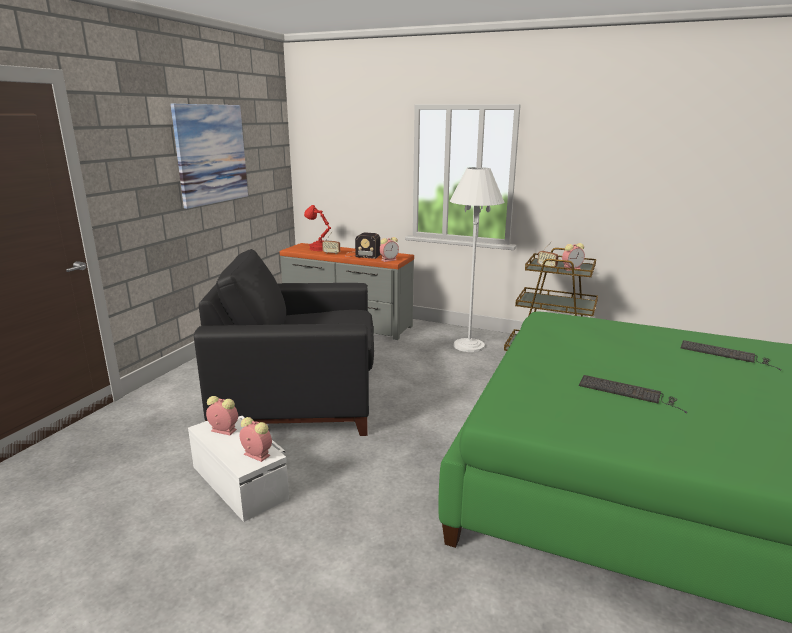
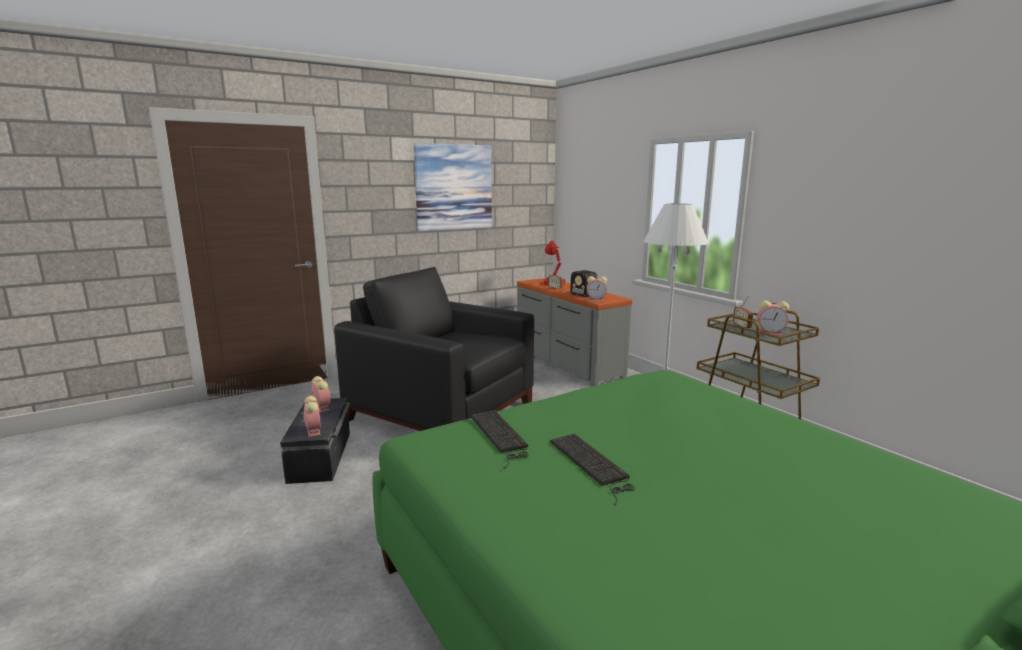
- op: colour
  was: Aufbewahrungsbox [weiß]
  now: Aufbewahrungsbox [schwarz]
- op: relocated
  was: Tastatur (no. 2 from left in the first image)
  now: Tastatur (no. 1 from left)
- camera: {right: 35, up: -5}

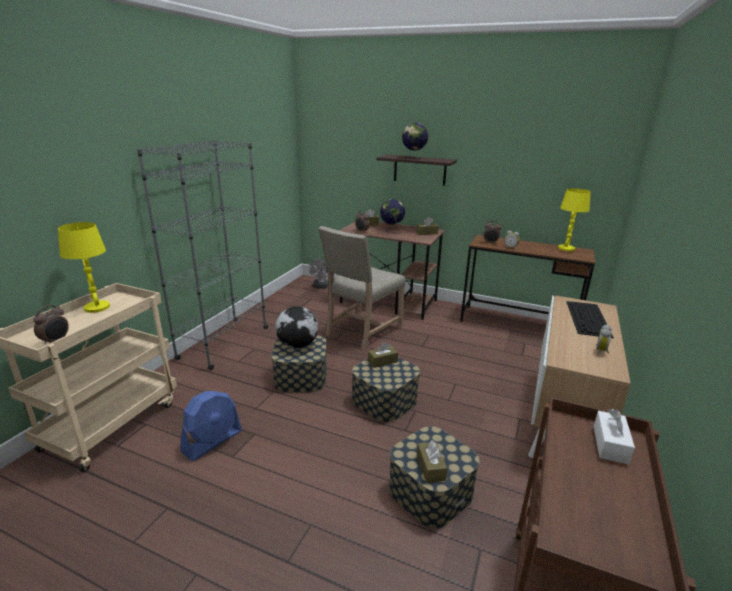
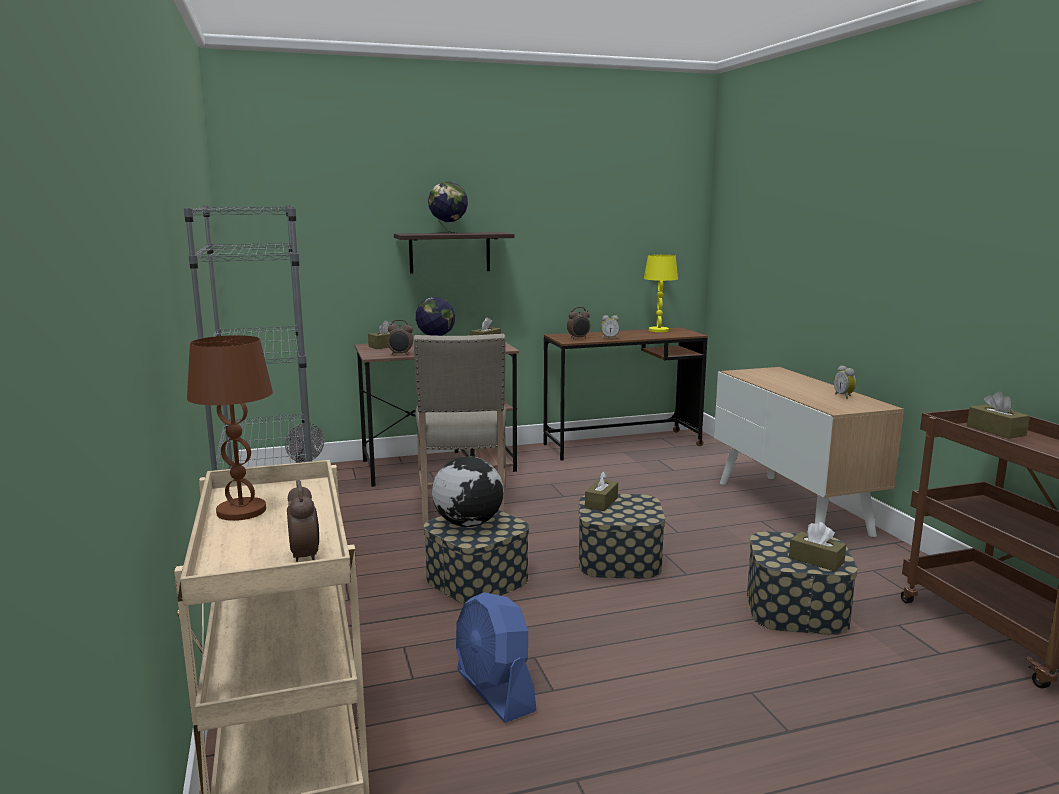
- op: colour
  was: Tischlampe [gelb] (no. 1 from left)
  now: Tischlampe [braun]
- op: spun
  was: Ventilator [blau]
  clockwise: 150
- op: missing
  was: Tastatur
- op: colour
  was: Taschentuchbox [weiß]
  now: Taschentuchbox [braun] (no. 5 from left)
- camera: {right: -40, up: -10}

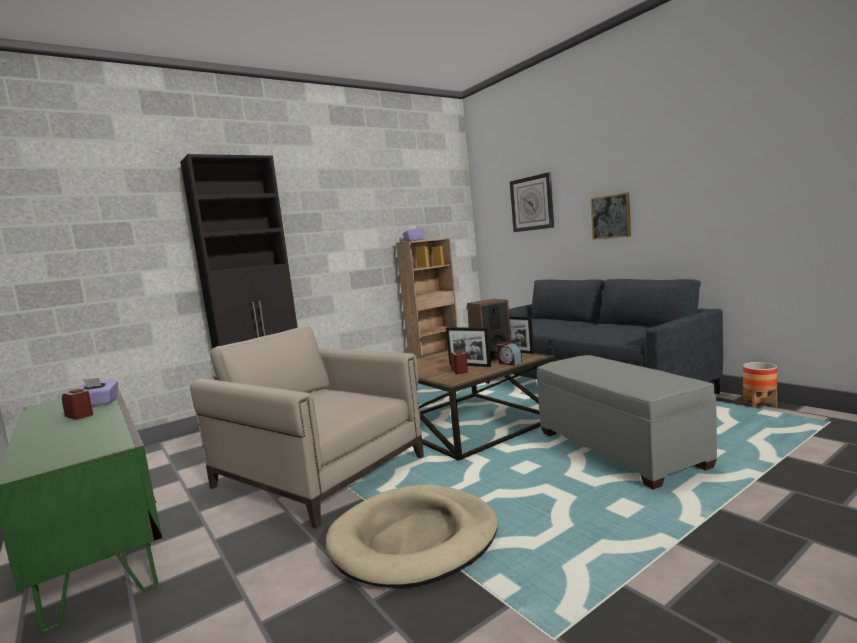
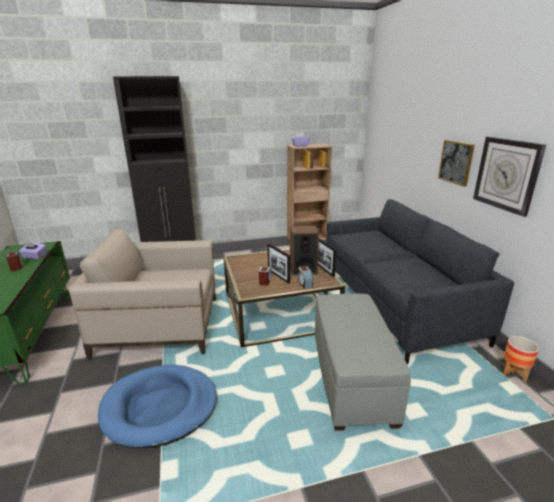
- op: spun
  was: Sessel [beige]
  clockwise: -60
- op: colour
  was: Hundebett [beige]
  now: Hundebett [blau]
- op: relocated
  was: Wanduhr
- camera: {right: 20, up: 15}

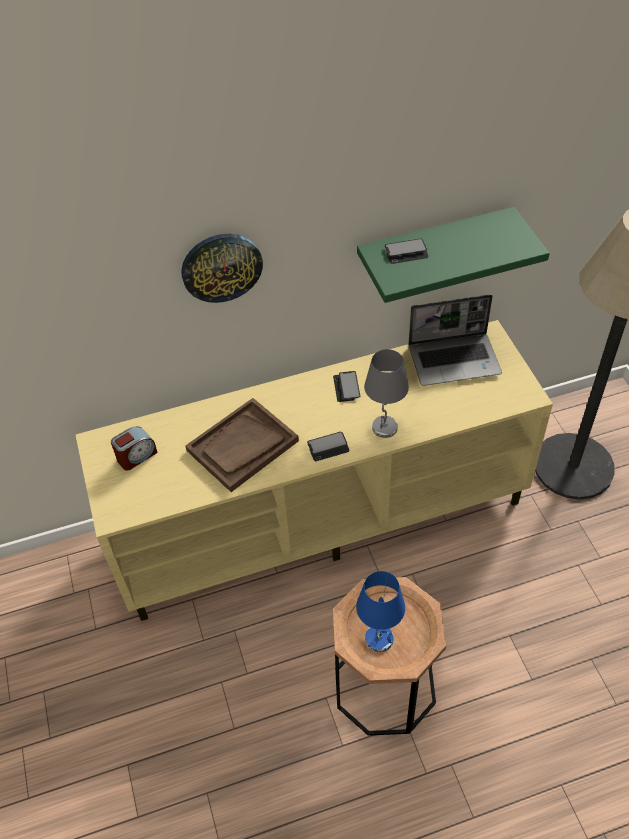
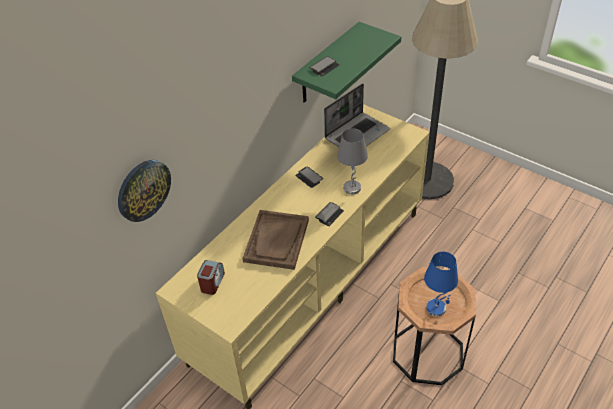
- op: relocated
  was: Wanduhr
- camera: {right: -35, up: -5}

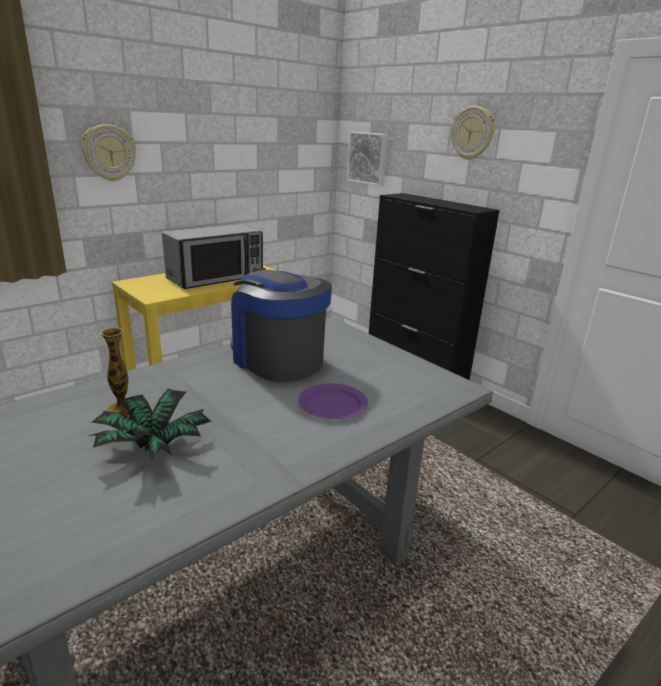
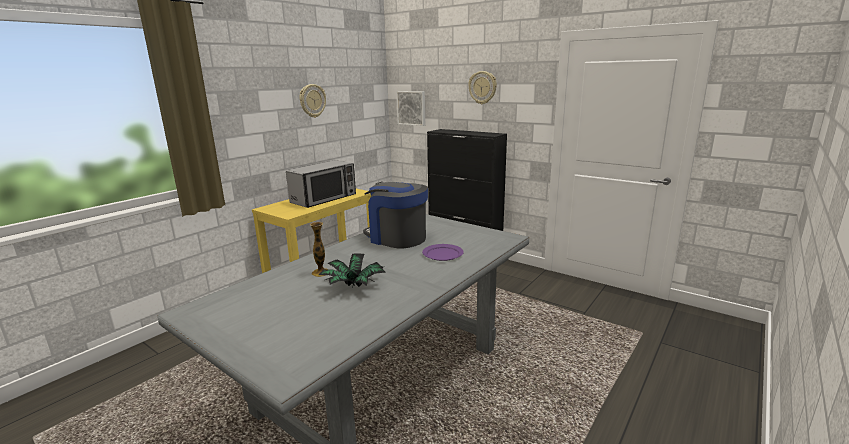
- op: relocated
  was: Wanduhr (no. 1 from left)
- camera: {right: -10, up: -5}

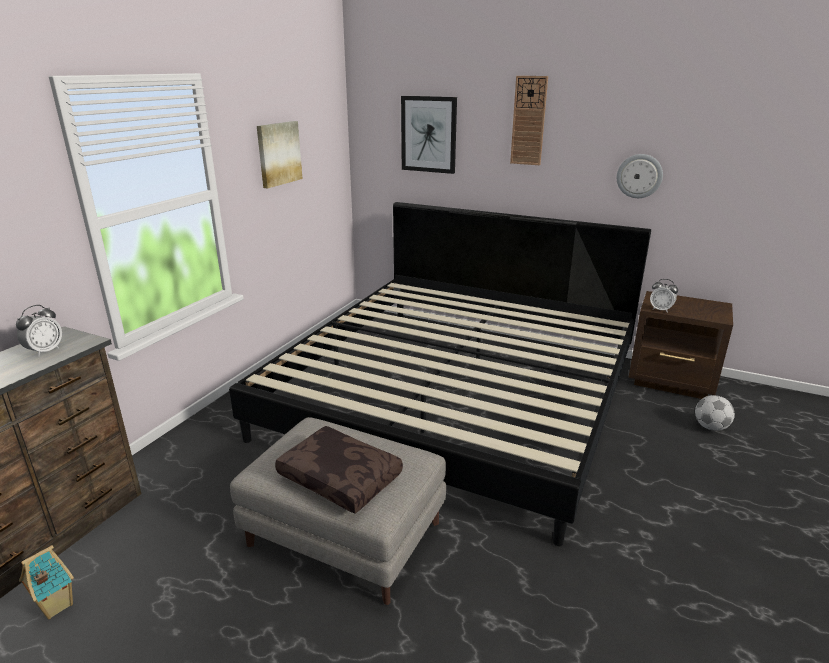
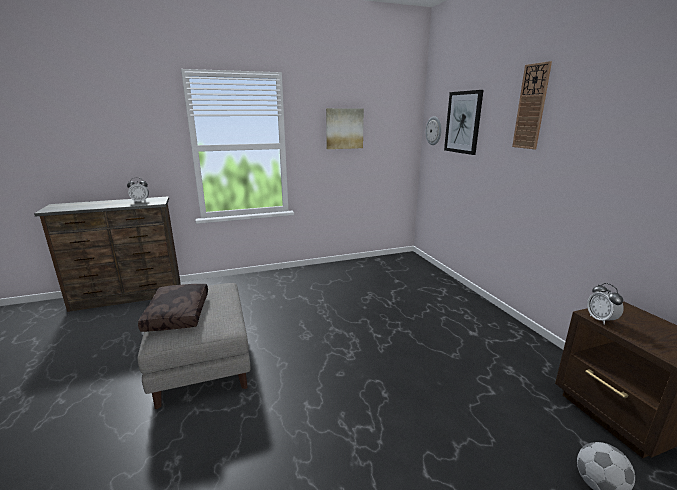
- op: missing
  was: Spielzeughaus
- op: missing
  was: Bett
- op: relocated
  was: Wanduhr (no. 2 from left in the first image)
  now: Wanduhr (no. 1 from left)
- camera: {right: 45, up: -5}

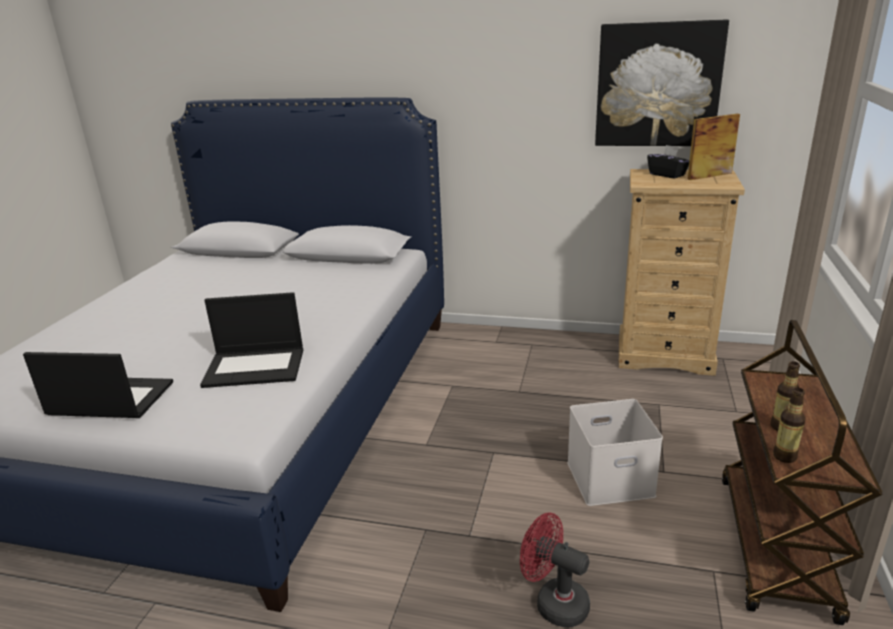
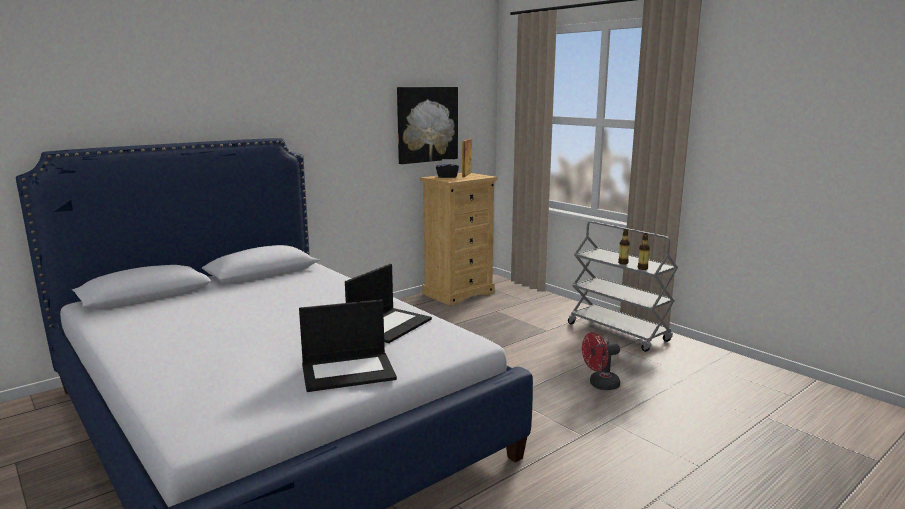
- op: spun
  was: Laptop (no. 1 from left)
  clockwise: -150
- op: missing
  was: Aufbewahrungsbox [weiß]
- op: colour
  was: Rollwagen [braun]
  now: Rollwagen [grau]
- camera: {right: -55, up: -10}

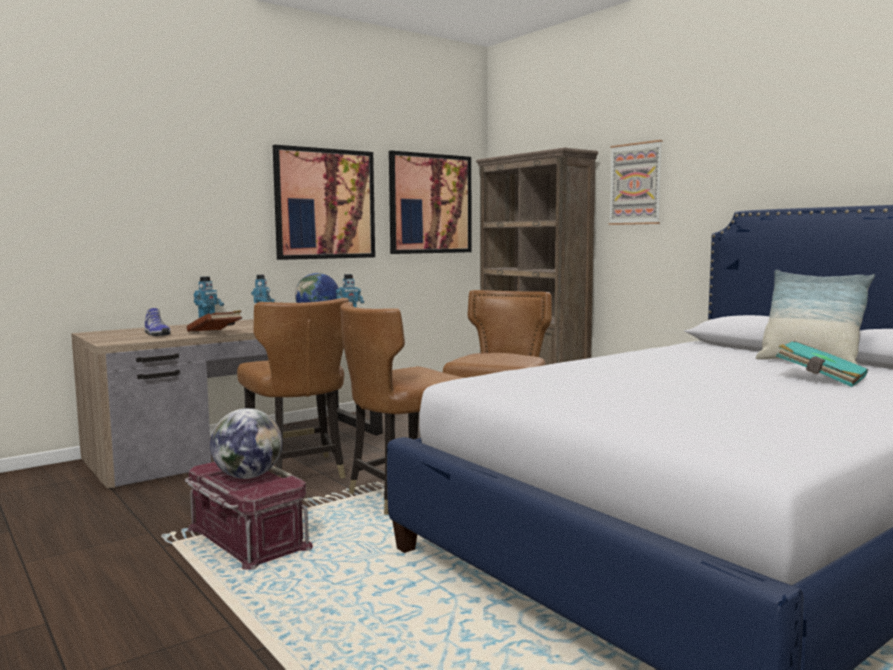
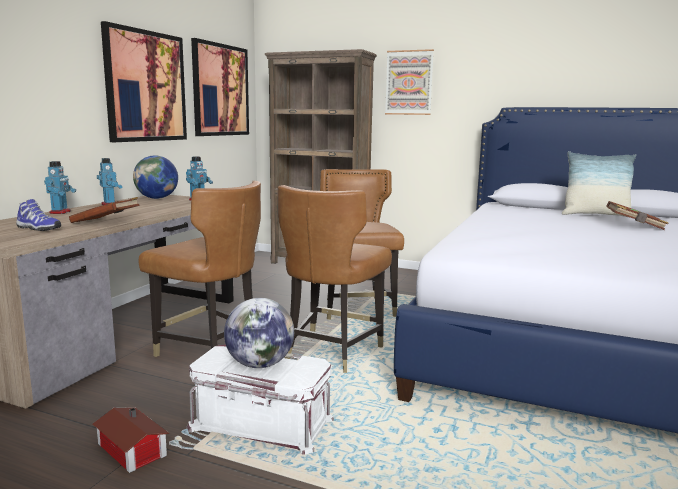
- op: colour
  was: Aufbewahrungsbox [rot]
  now: Aufbewahrungsbox [weiß]
- op: colour
  was: Buch [türkis]
  now: Buch [braun] (no. 2 from left)
- op: appeared
  now: Spielzeughaus
- camera: {right: -30, up: 5}

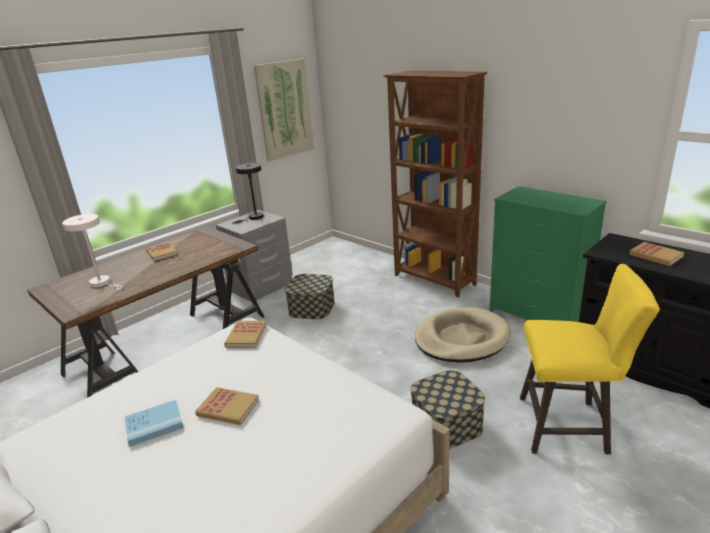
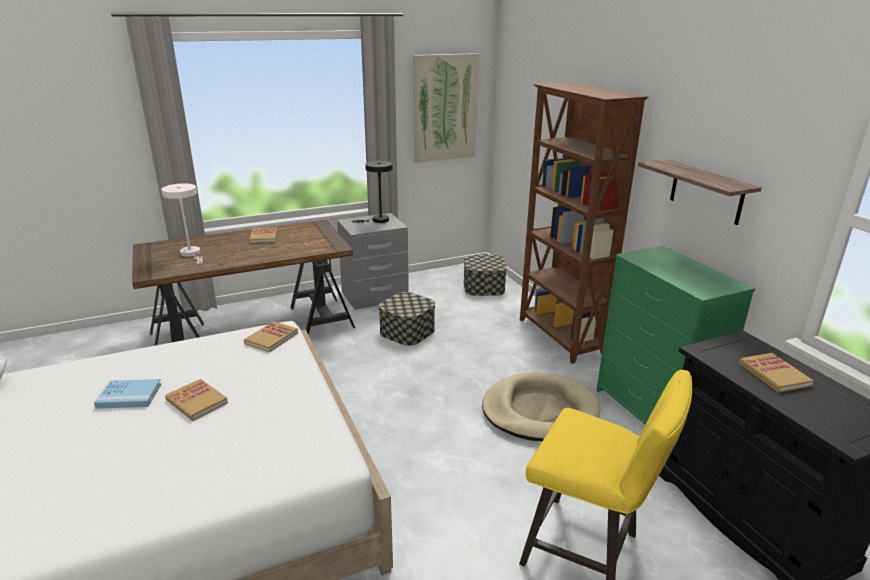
- op: relocated
  was: Aufbewahrungsbox (no. 2 from left)
- op: appeared
  now: Wandregal
- camera: {right: 20, up: 0}

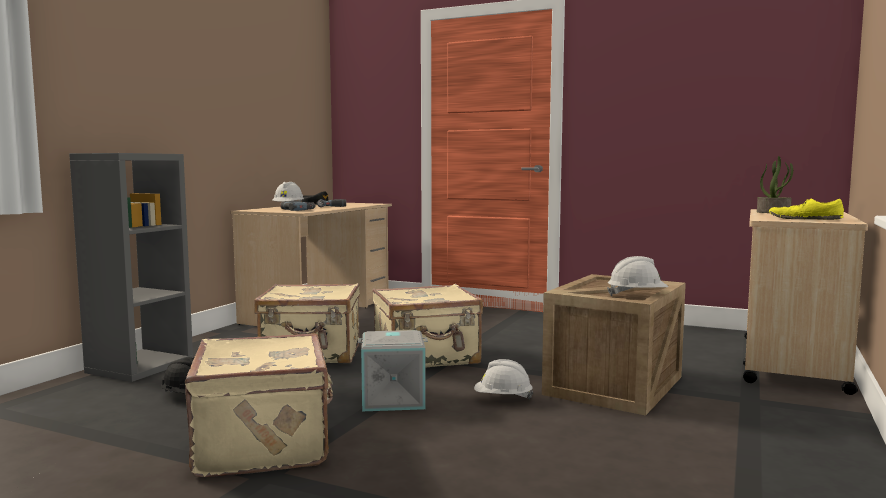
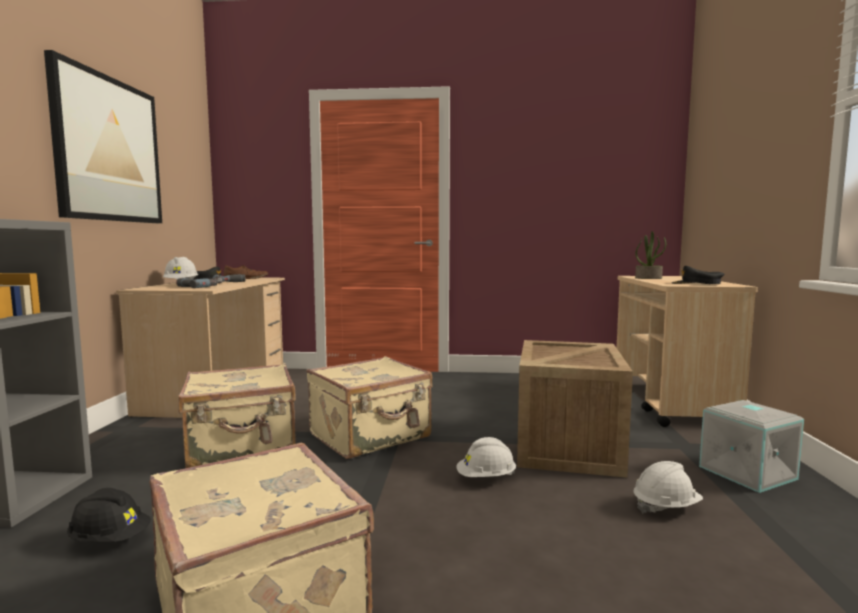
- op: relocated
  was: Aufbewahrungsbox [grau]
- op: relocated
  was: Schutzhelm [weiß] (no. 3 from left)
- op: exchanged
  was: Schuh [gelb]
  now: Kappe [schwarz] (no. 2 from left)
- op: appeared
  now: Bild
- op: appeared
  now: Schuh [braun]
- camera: {right: -20, up: 0}

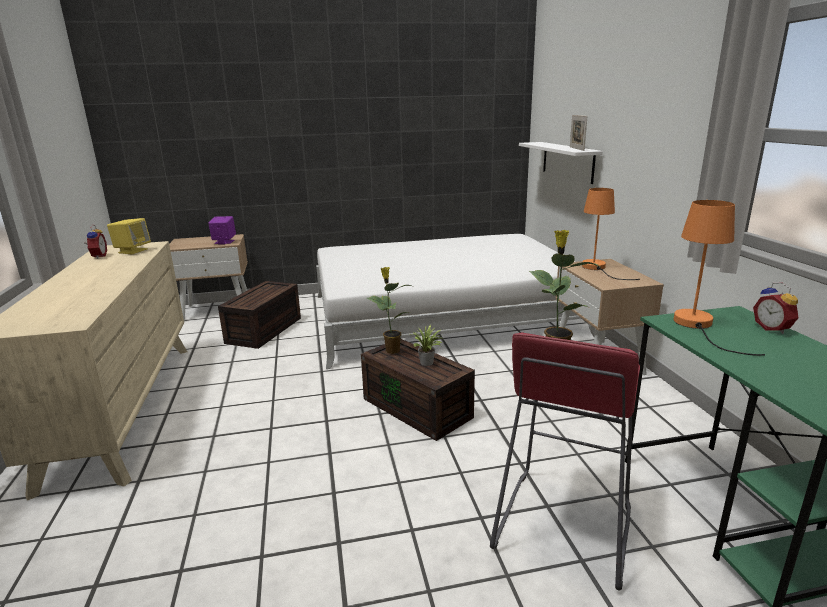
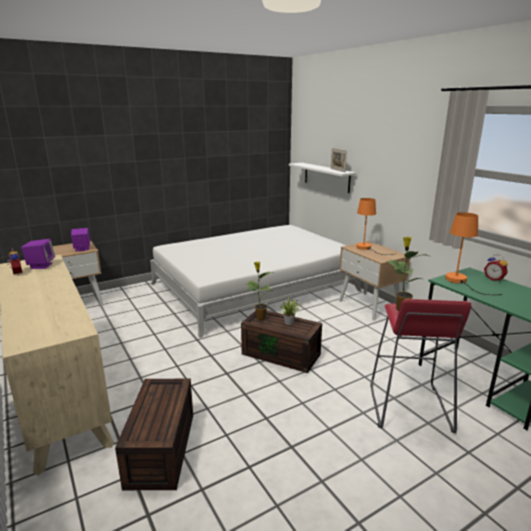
- op: colour
  was: Lautsprecher [gelb]
  now: Lautsprecher [lila] (no. 1 from left)
- op: relocated
  was: Aufbewahrungsbox [braun] (no. 1 from left)
- camera: {right: -20, up: 0}

